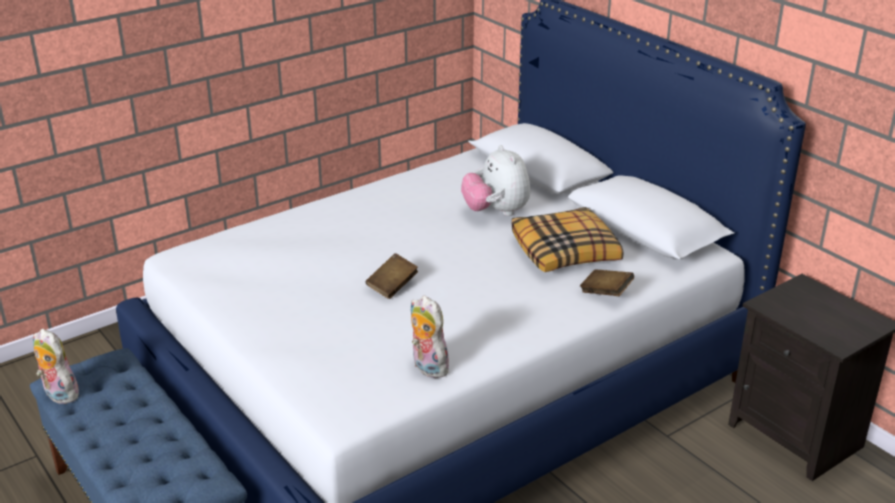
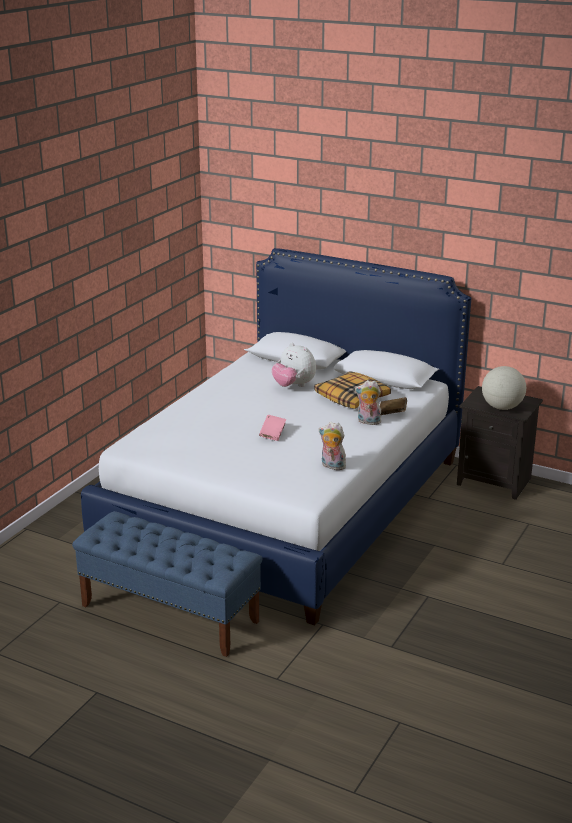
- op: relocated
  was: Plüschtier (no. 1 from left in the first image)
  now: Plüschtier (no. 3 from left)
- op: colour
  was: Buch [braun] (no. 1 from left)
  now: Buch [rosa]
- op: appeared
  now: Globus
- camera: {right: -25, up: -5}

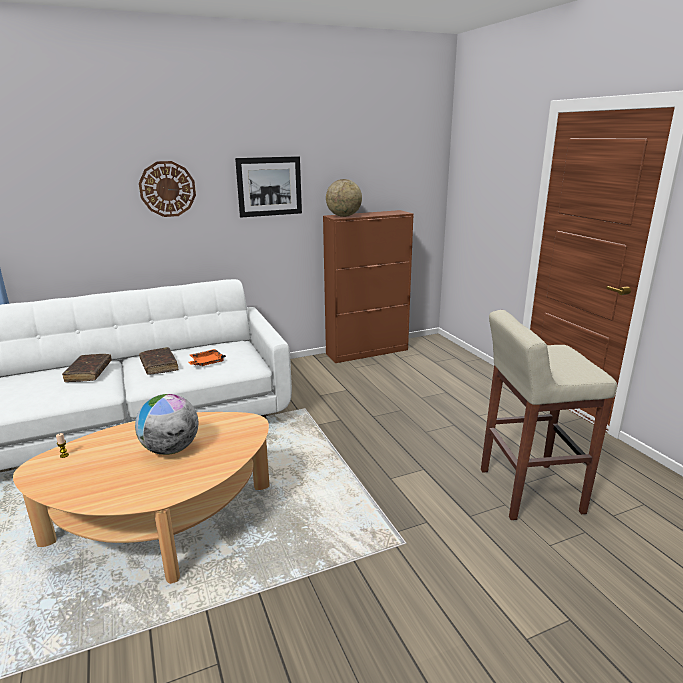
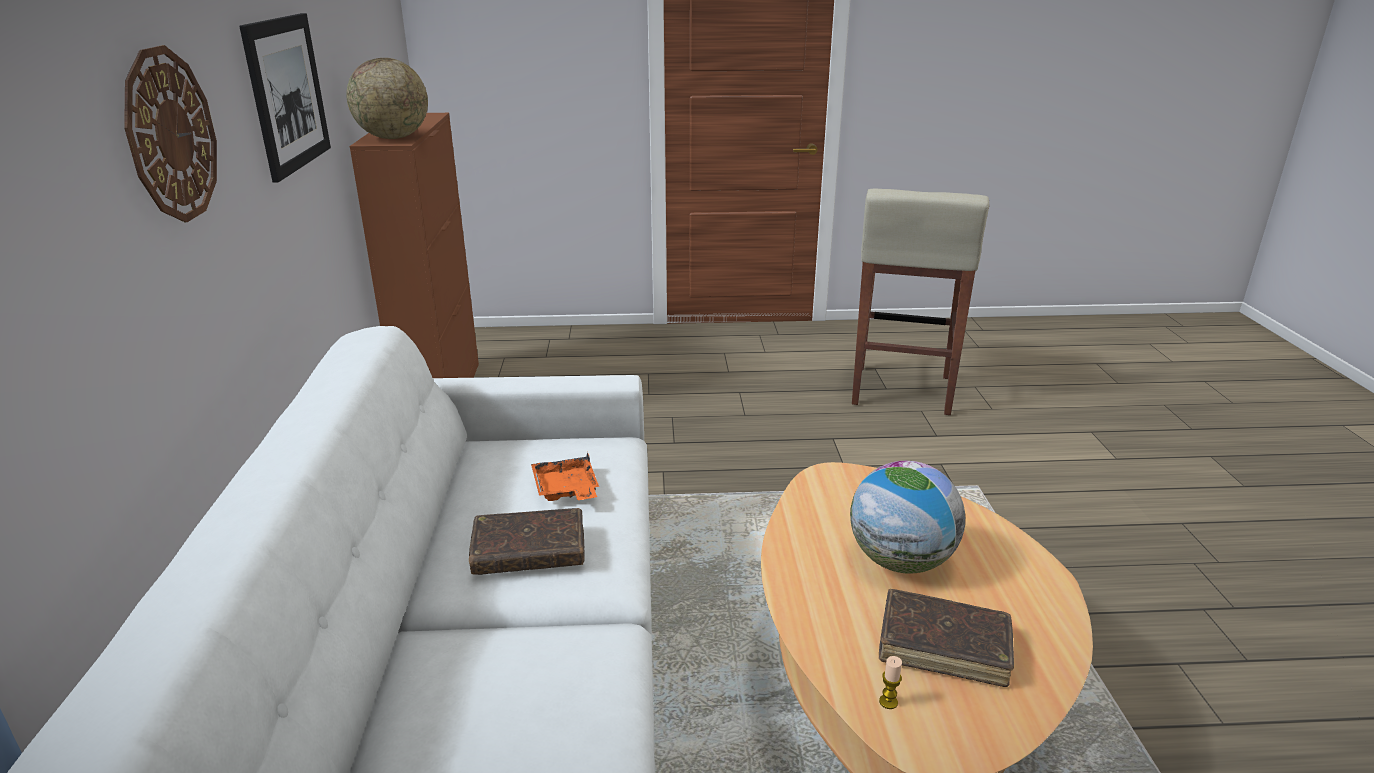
- op: relocated
  was: Buch [braun] (no. 1 from left in the first image)
  now: Buch [braun] (no. 2 from left)
- camera: {right: -70, up: 5}

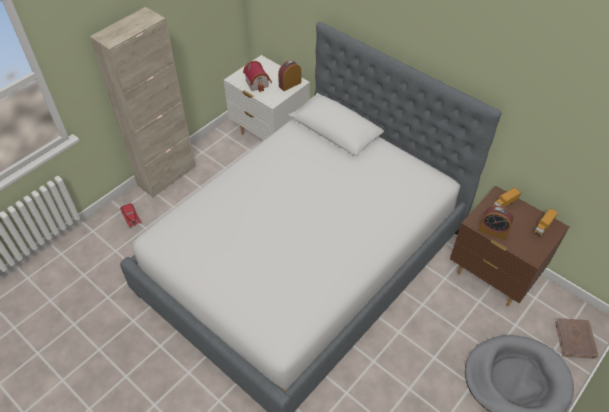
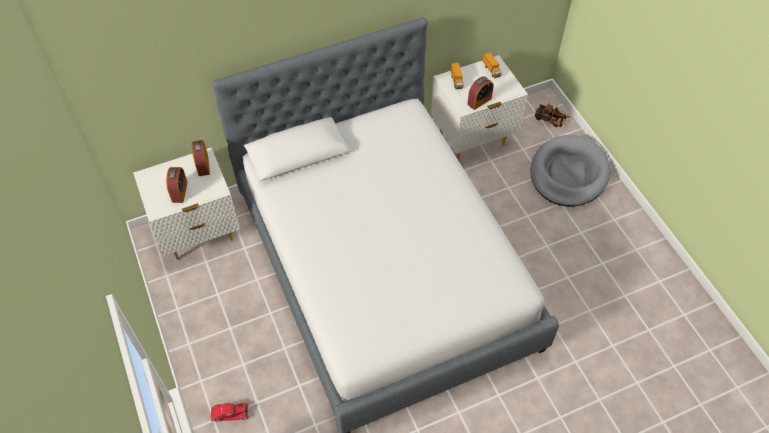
- op: missing
  was: Schrank [beige]
- op: exchanged
  was: Spielzeughaus
  now: Wecker (no. 1 from left)
- op: colour
  was: Nachttisch [braun]
  now: Nachttisch [weiß] (no. 2 from left)
- op: exchanged
  was: Buch [braun]
  now: Spielzeuglaster (no. 3 from left)
- camera: {right: -65, up: 5}

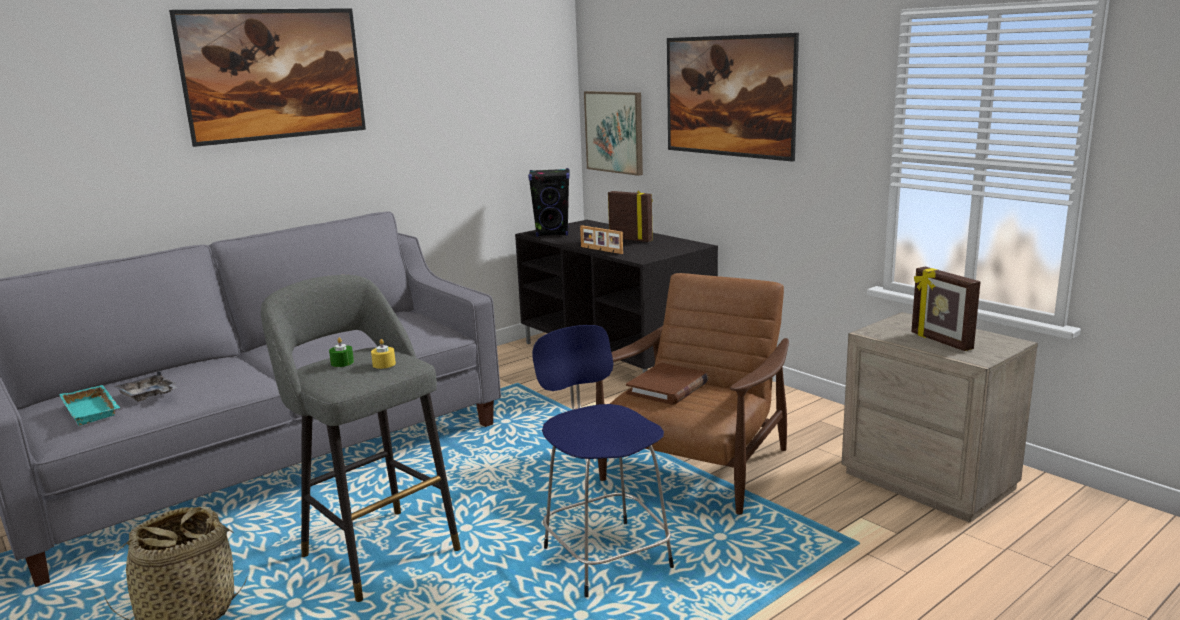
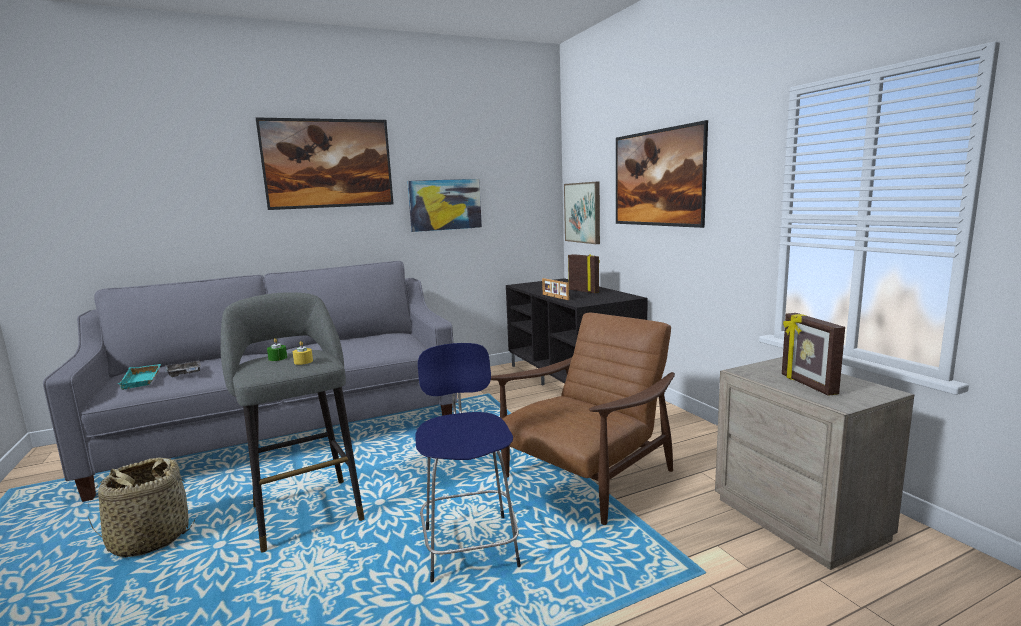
- op: missing
  was: Lautsprecher [schwarz]
- op: missing
  was: Buch [braun]
- op: appeared
  now: Bild (no. 2 from left)
- camera: {right: 15, up: -5}

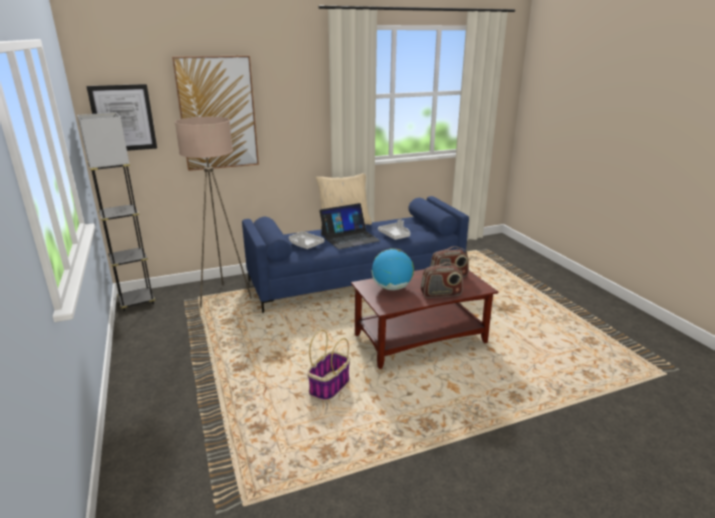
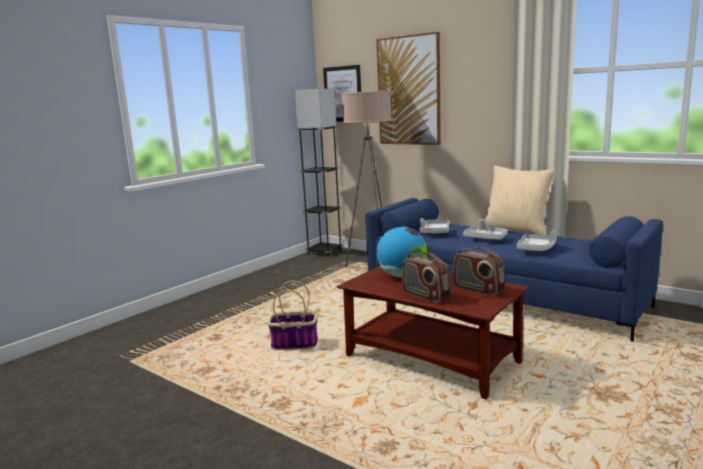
- op: exchanged
  was: Laptop
  now: Tablett [grau] (no. 2 from left)
- camera: {right: 60, up: -10}

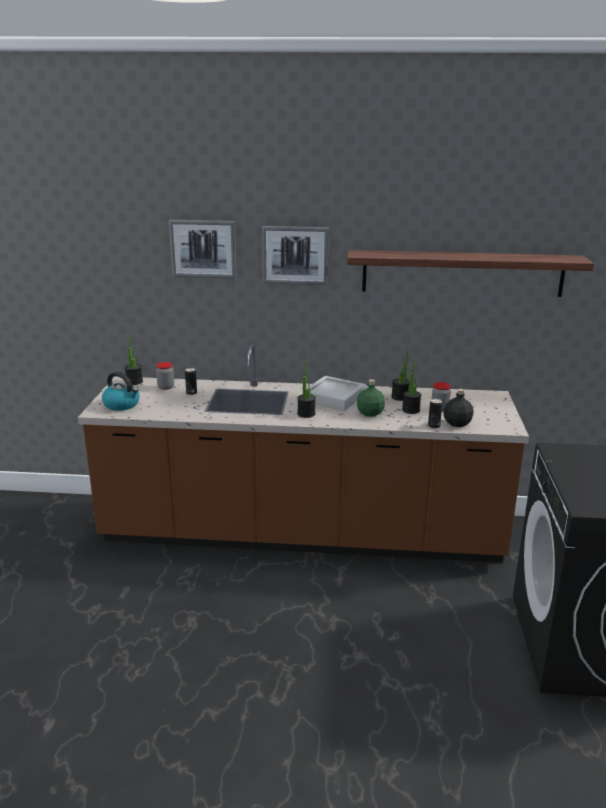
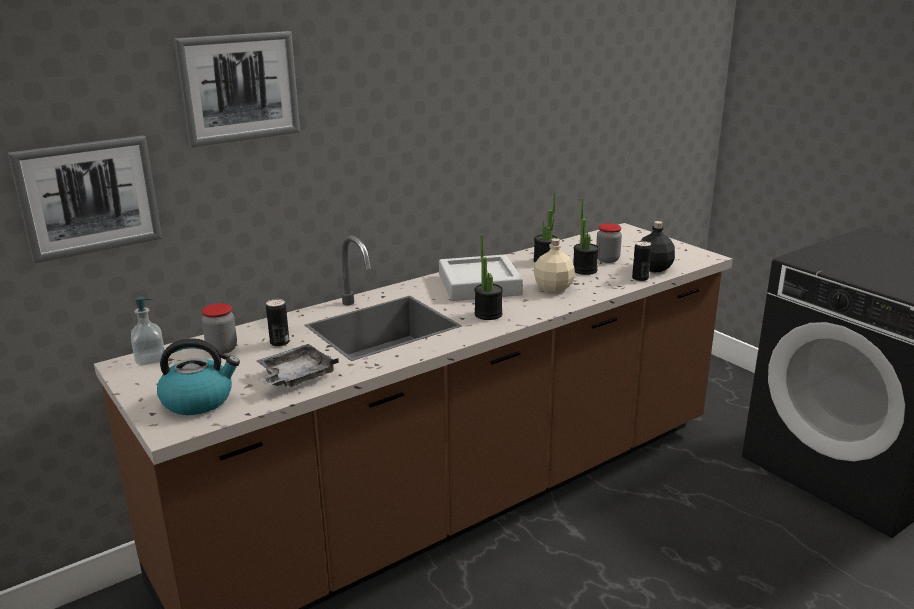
- op: exchanged
  was: Topfpflanze (no. 1 from left)
  now: Seifenspender
- op: relocated
  was: Bild (no. 2 from left in the first image)
  now: Bild (no. 1 from left)
- op: missing
  was: Wandregal
- op: colour
  was: Flasche [grün]
  now: Flasche [beige]
- op: appeared
  now: Tablett [grau] (no. 1 from left)
- camera: {right: -40, up: 0}

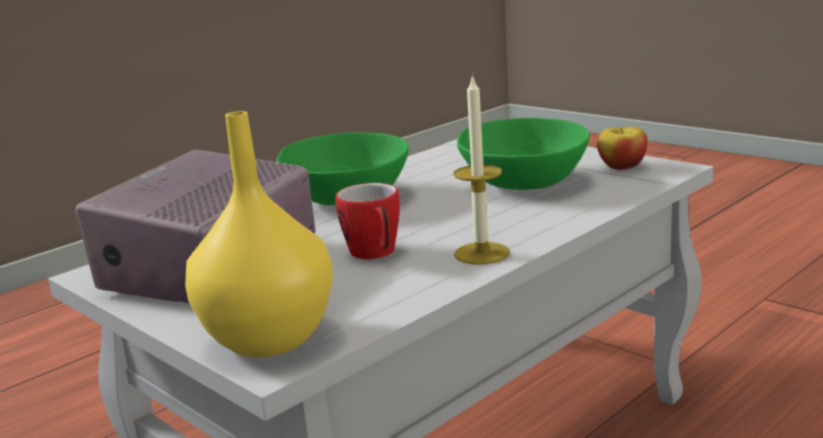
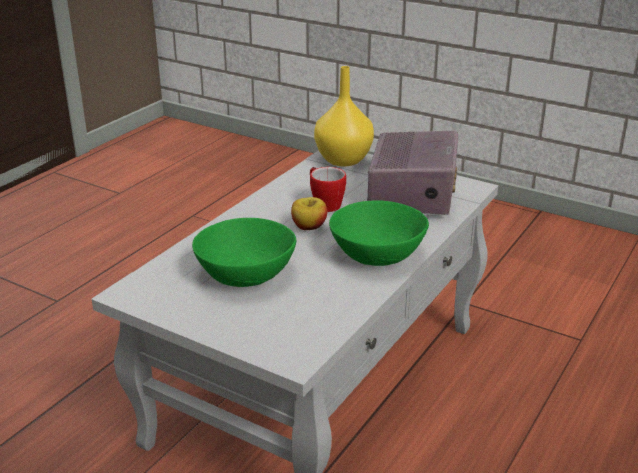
- op: missing
  was: Kerze
- op: relocated
  was: Apfel
- camera: {right: 165, up: 10}

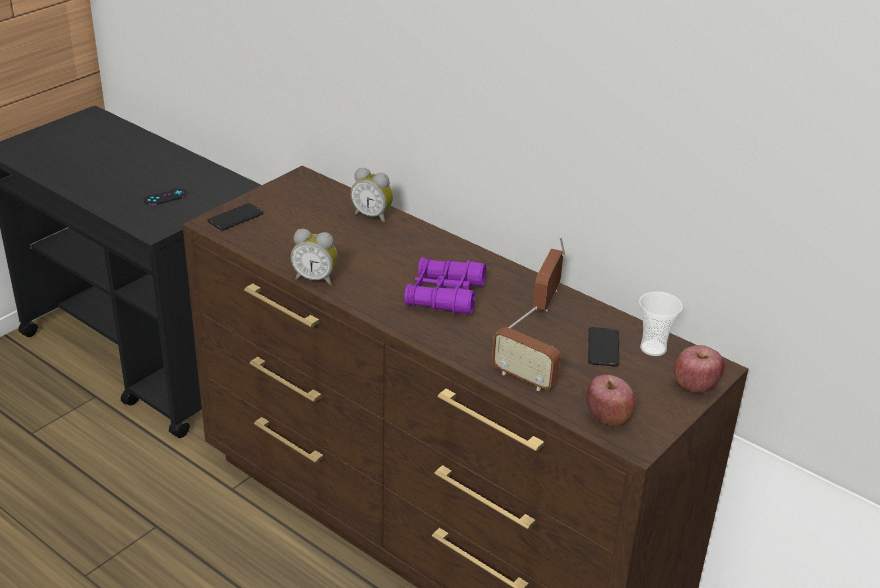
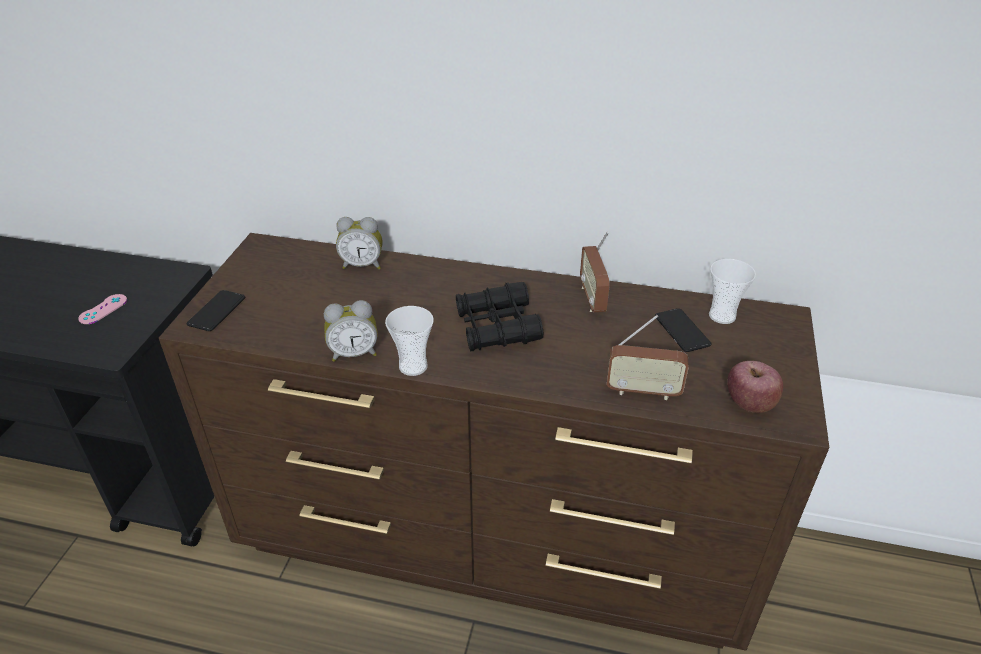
- op: colour
  was: Gamepad [schwarz]
  now: Gamepad [rosa]
- op: colour
  was: Fernglas [lila]
  now: Fernglas [schwarz]
- op: missing
  was: Apfel (no. 2 from left)
- op: appeared
  now: Tasse (no. 1 from left)
- camera: {right: -25, up: 5}

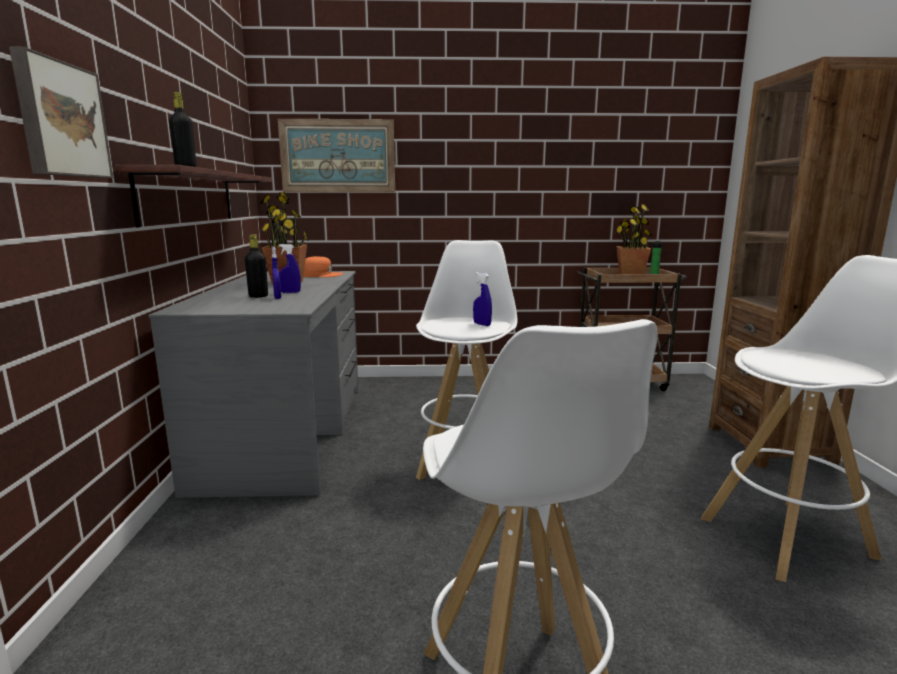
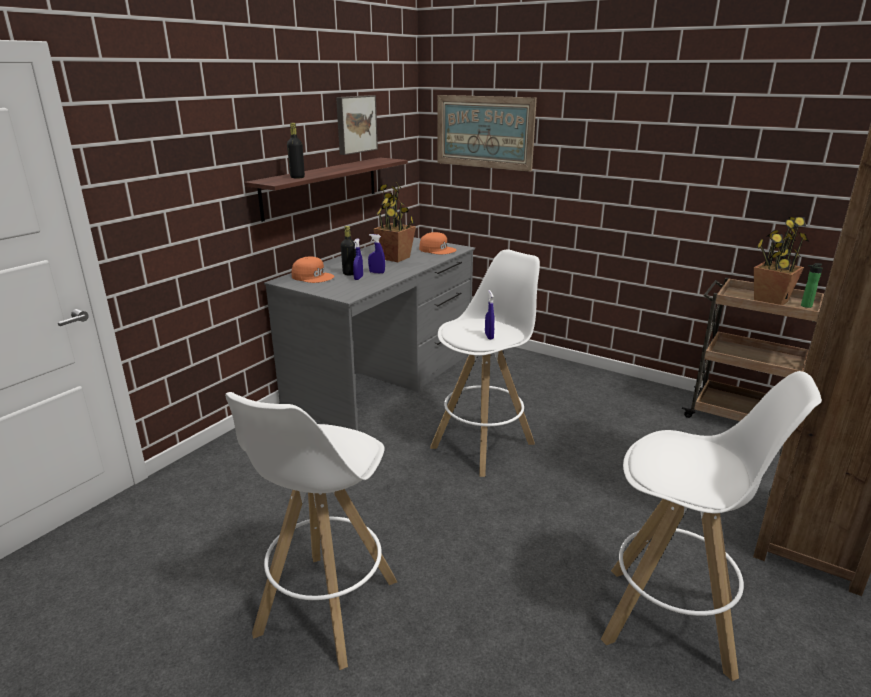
- op: relocated
  was: Bild (no. 1 from left)
- op: appeared
  now: Kappe [orange] (no. 1 from left)
- camera: {right: 35, up: 10}

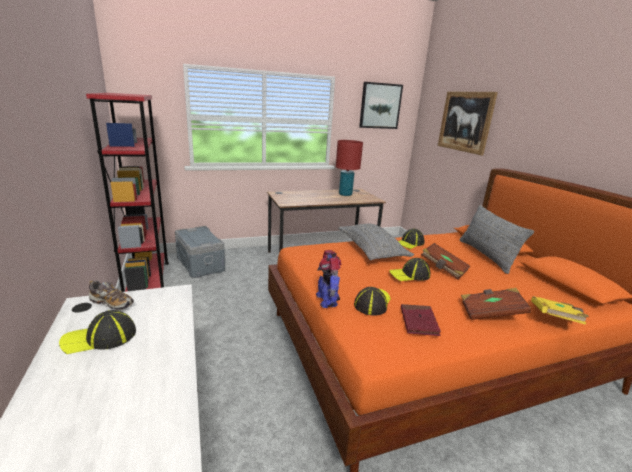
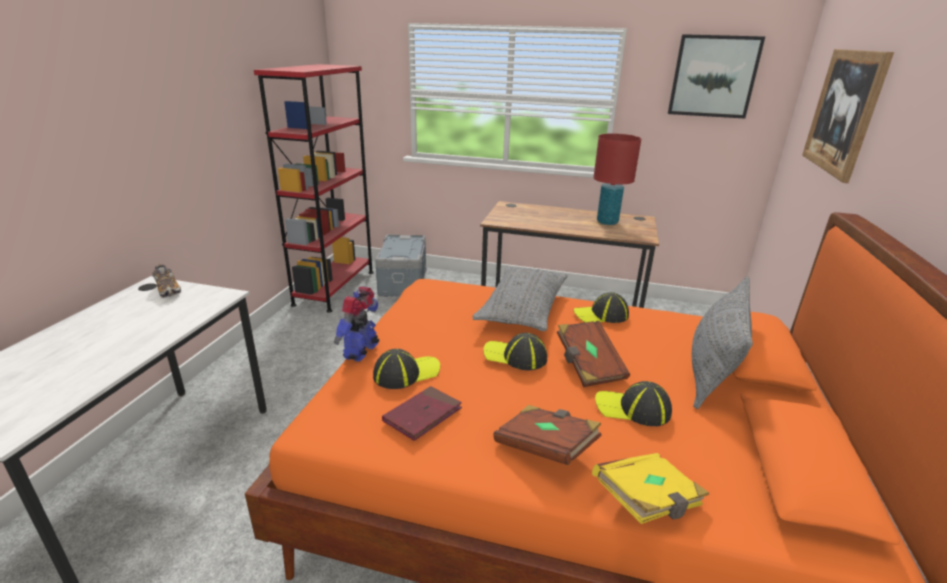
- op: relocated
  was: Kappe (no. 1 from left in the first image)
  now: Kappe (no. 4 from left)
- camera: {right: 35, up: 5}

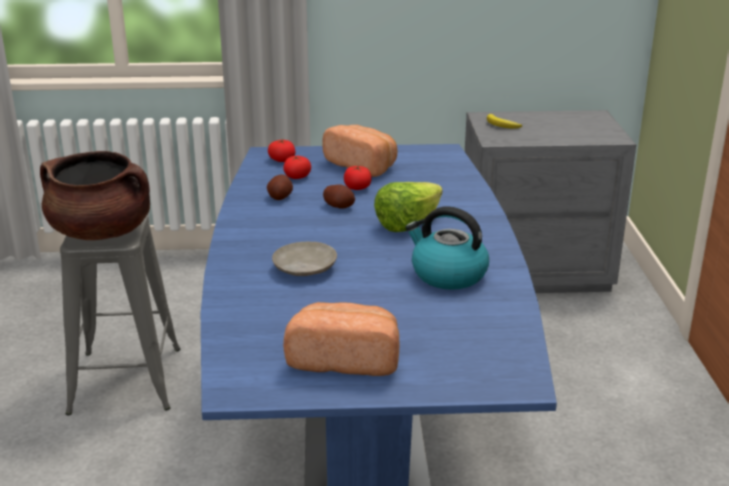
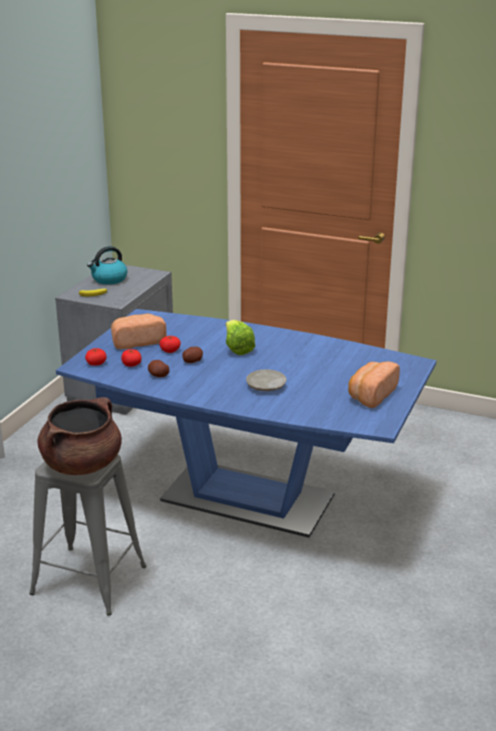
- op: relocated
  was: Wasserkessel
- camera: {right: -65, up: 0}

